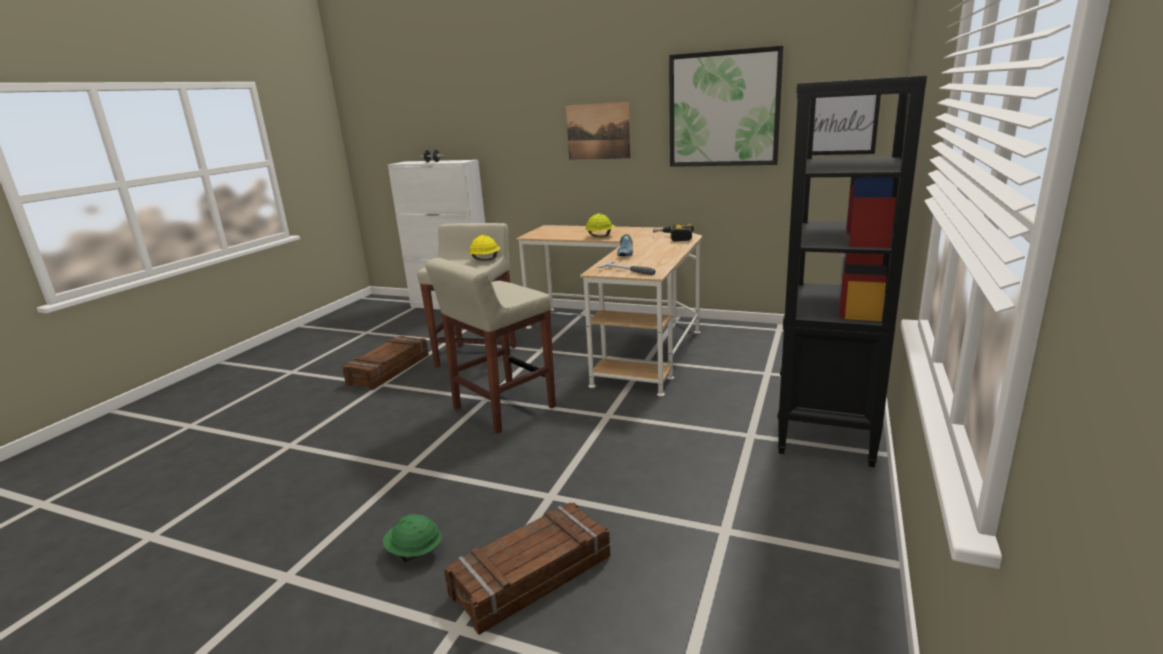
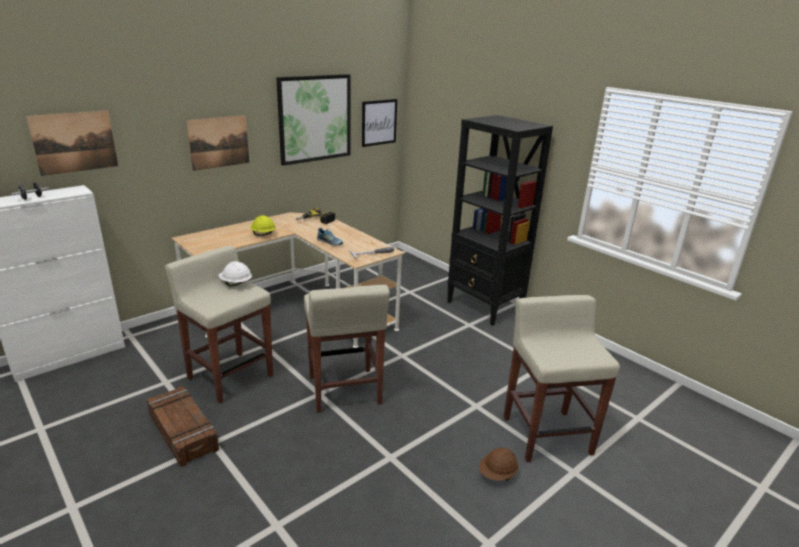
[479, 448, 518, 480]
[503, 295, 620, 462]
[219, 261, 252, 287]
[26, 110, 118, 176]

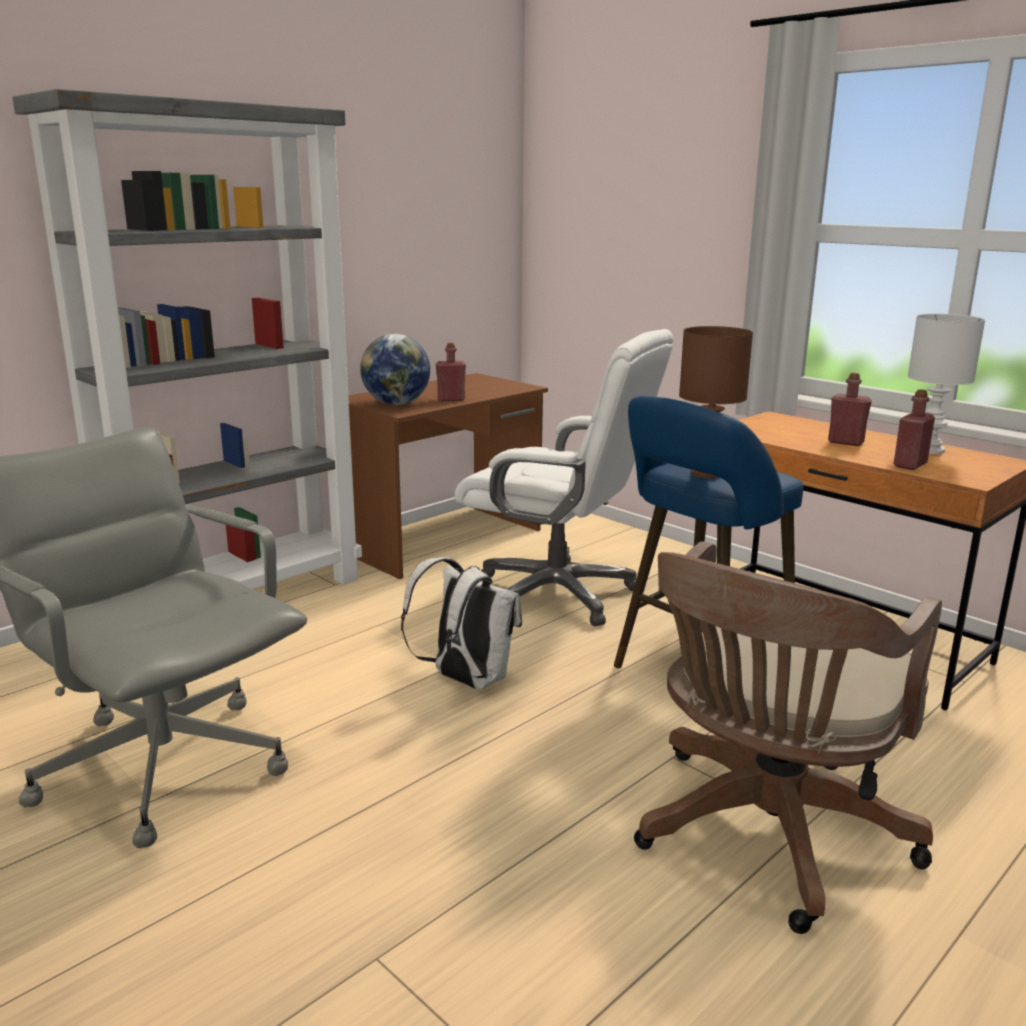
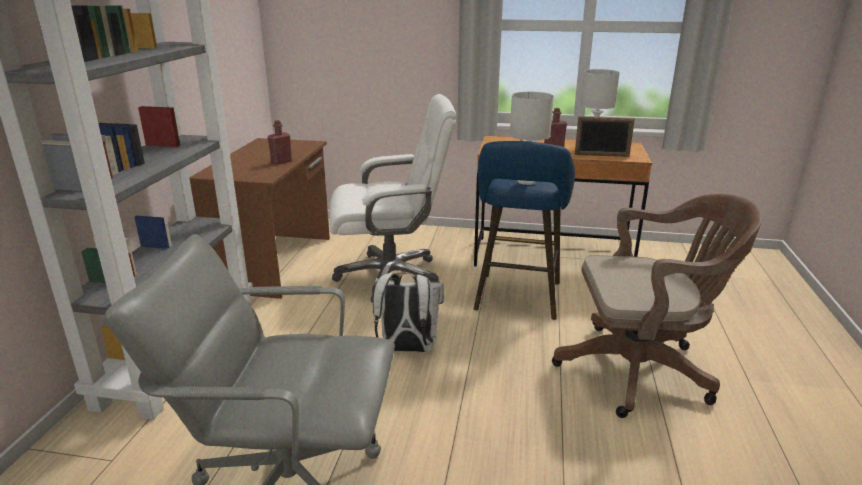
[360, 334, 430, 405] (first image)
[552, 194, 763, 418]
[510, 92, 554, 185]
[575, 117, 635, 157]

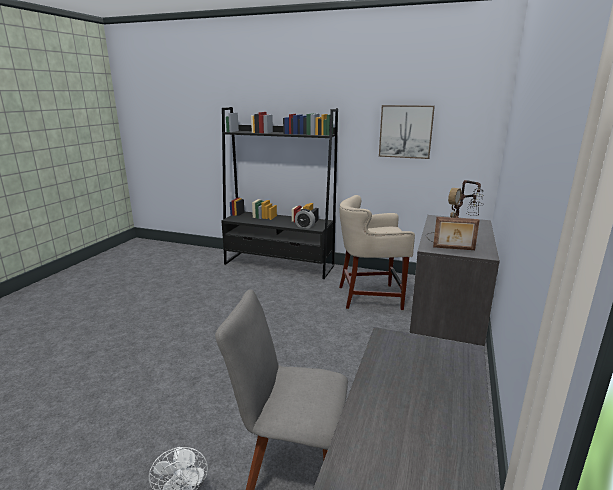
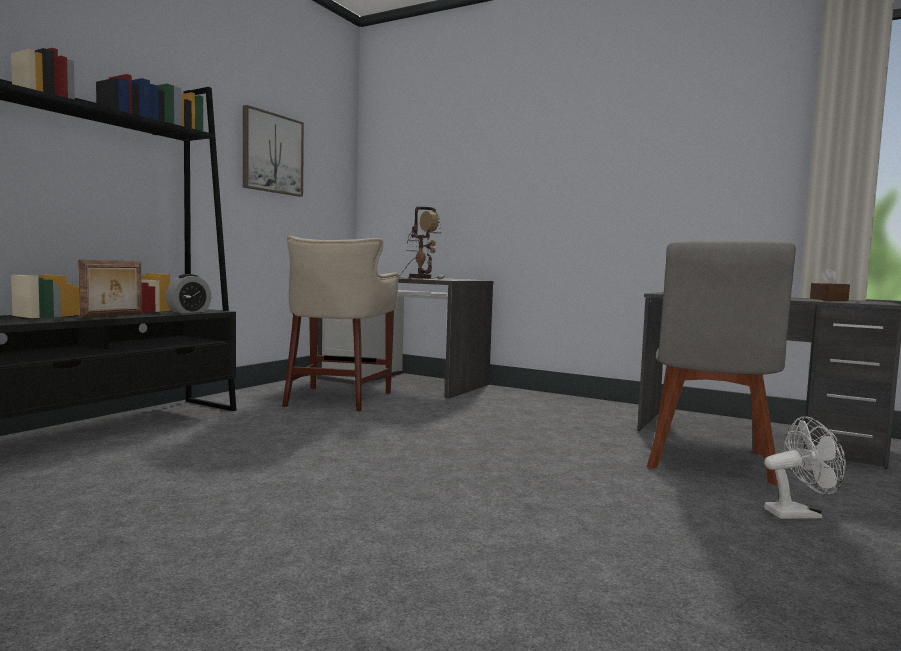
[78, 260, 142, 318]
[810, 268, 850, 301]

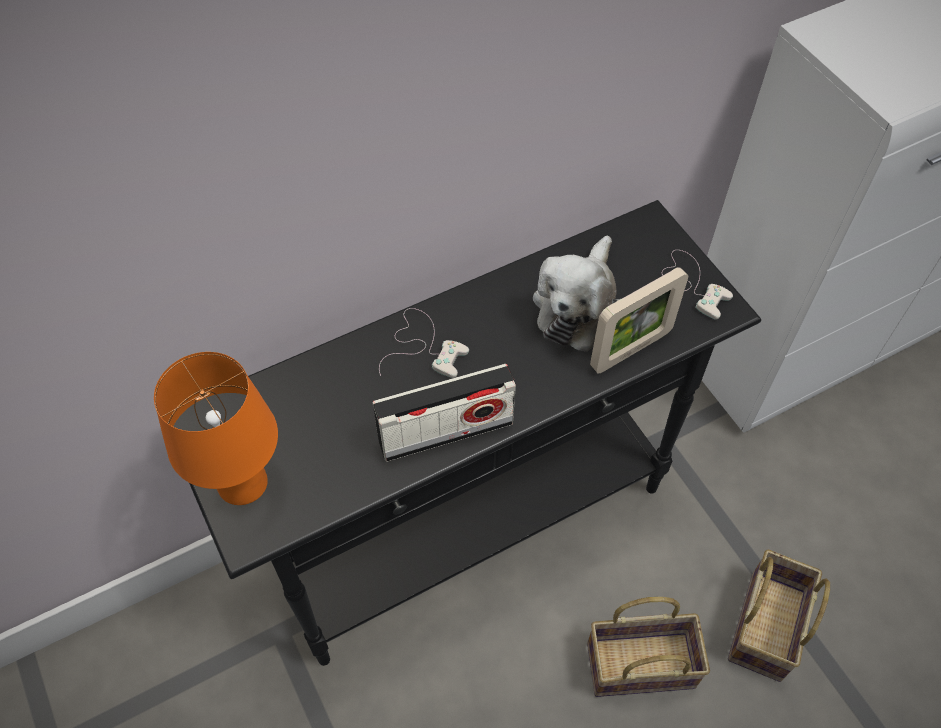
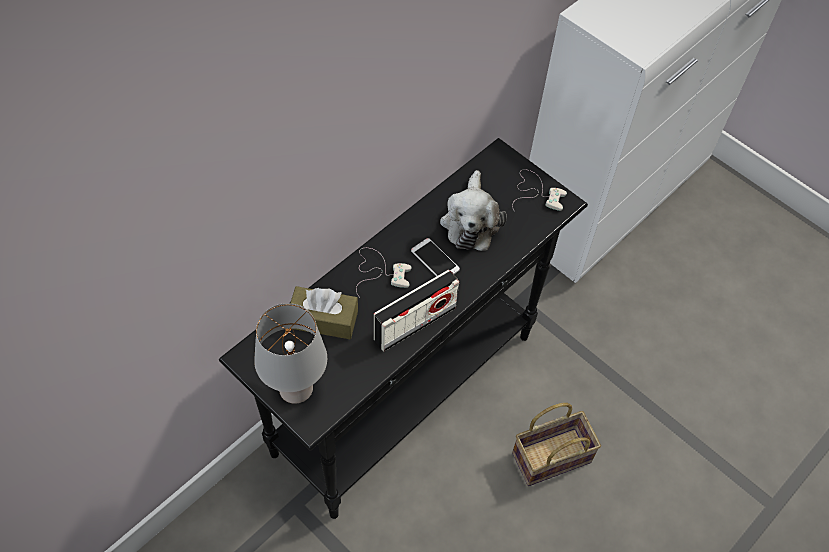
[254, 303, 327, 404]
[590, 267, 688, 374] (first image)
[728, 550, 830, 682] (first image)
[291, 286, 358, 339]
[411, 238, 460, 276]

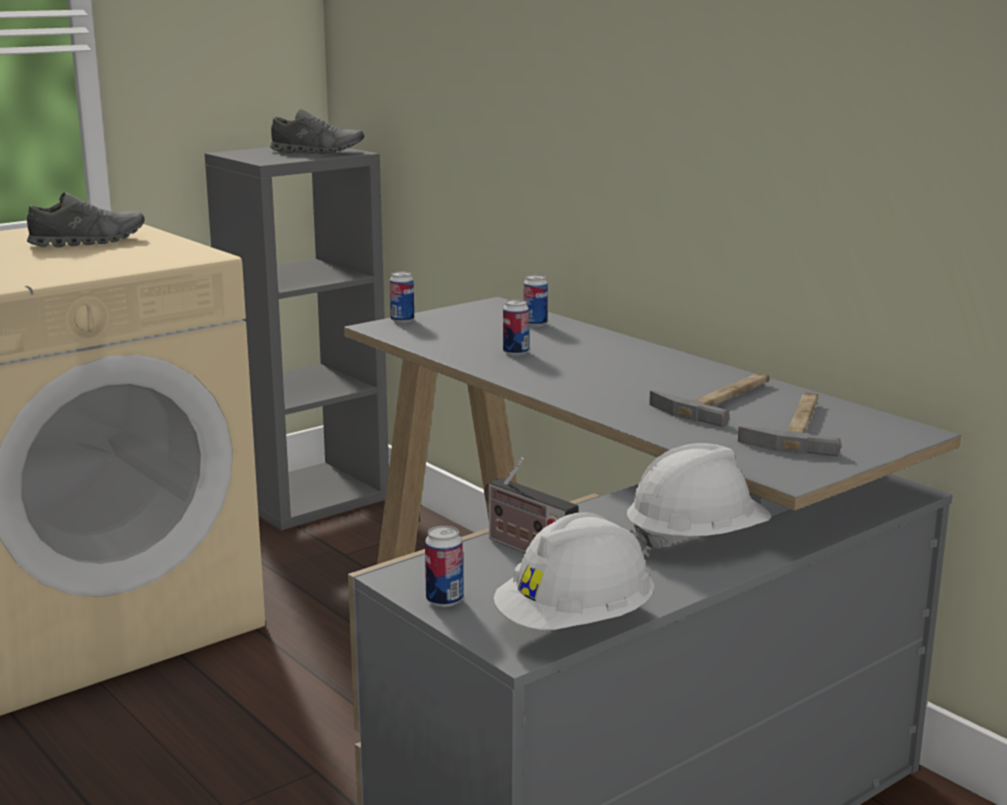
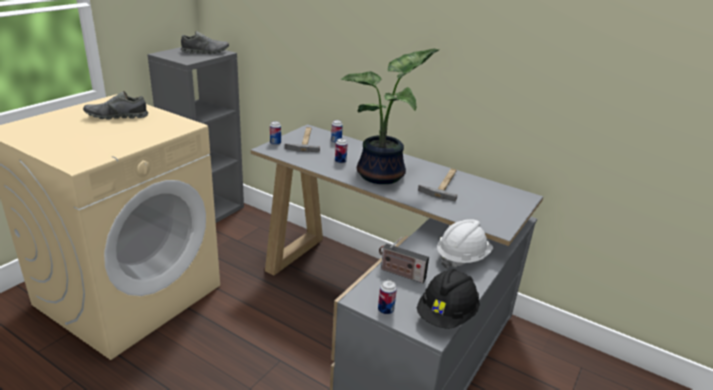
[83, 91, 148, 120]
[417, 269, 480, 329]
[285, 127, 320, 152]
[341, 49, 439, 184]

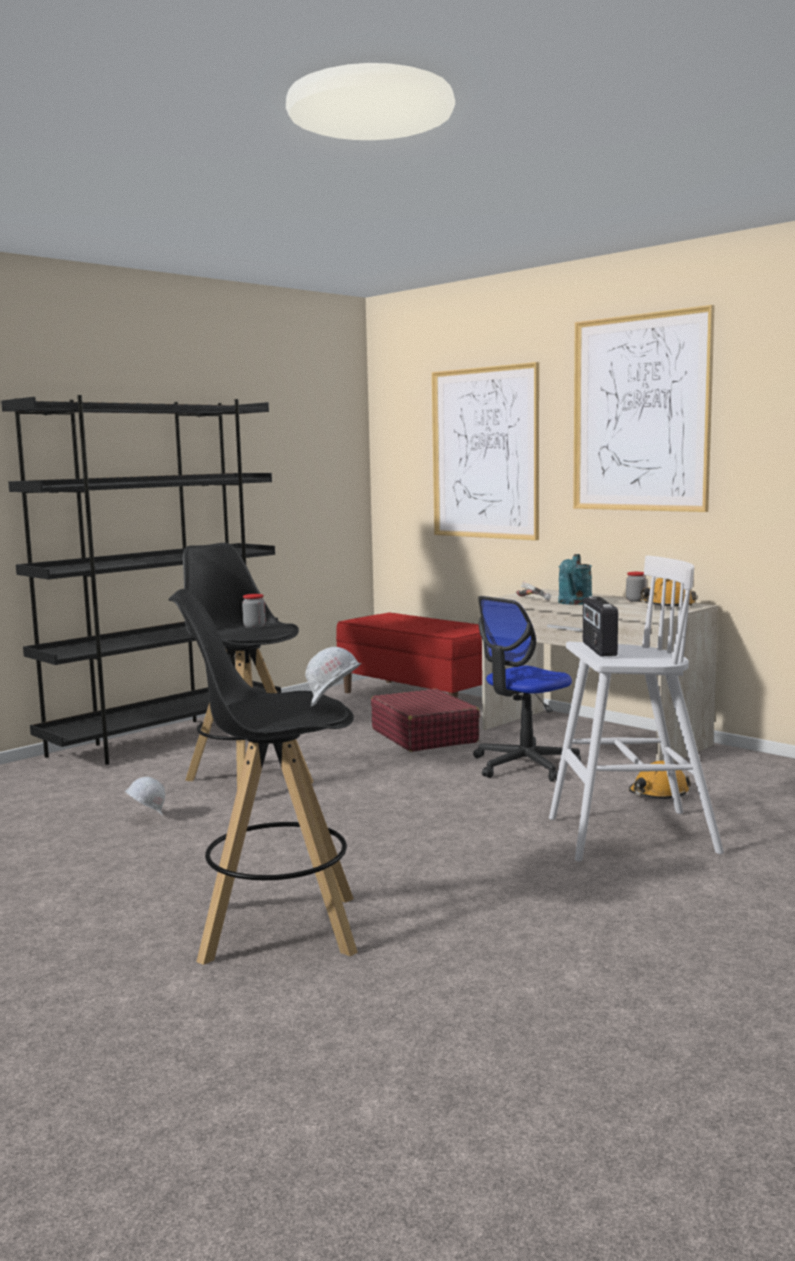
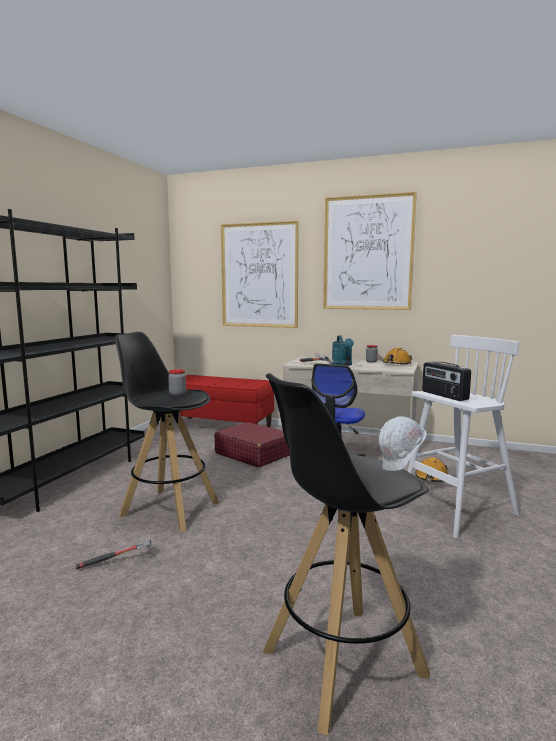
[75, 540, 152, 569]

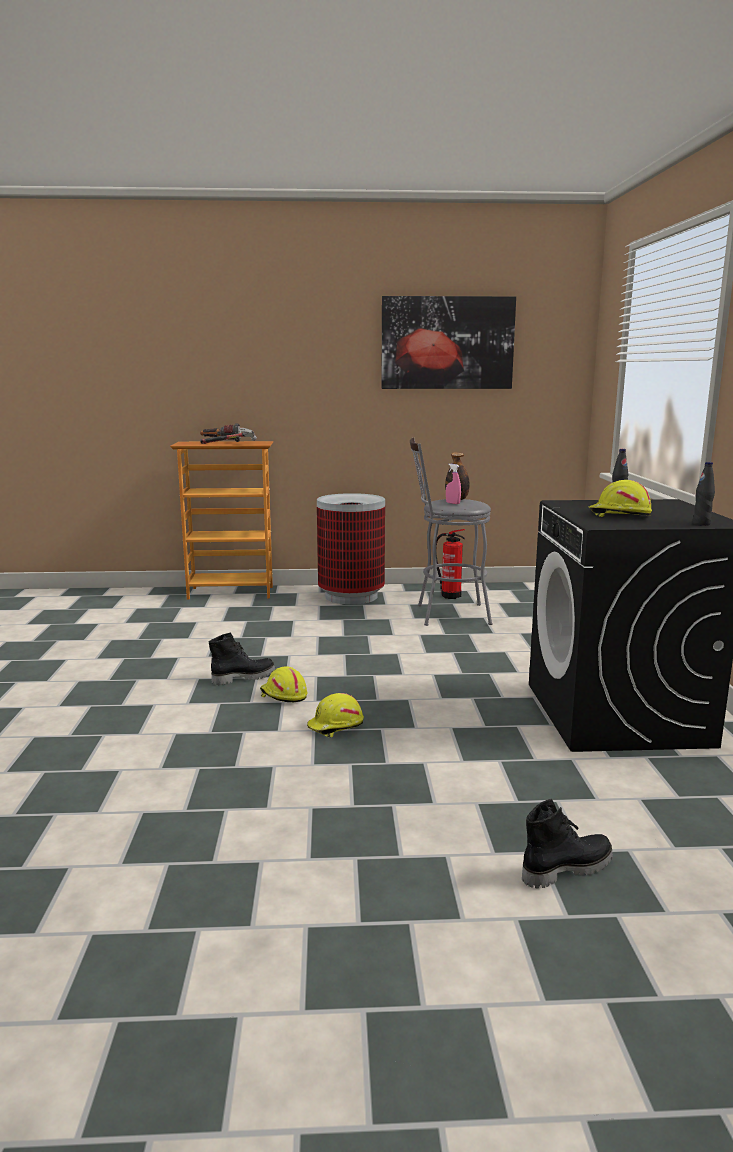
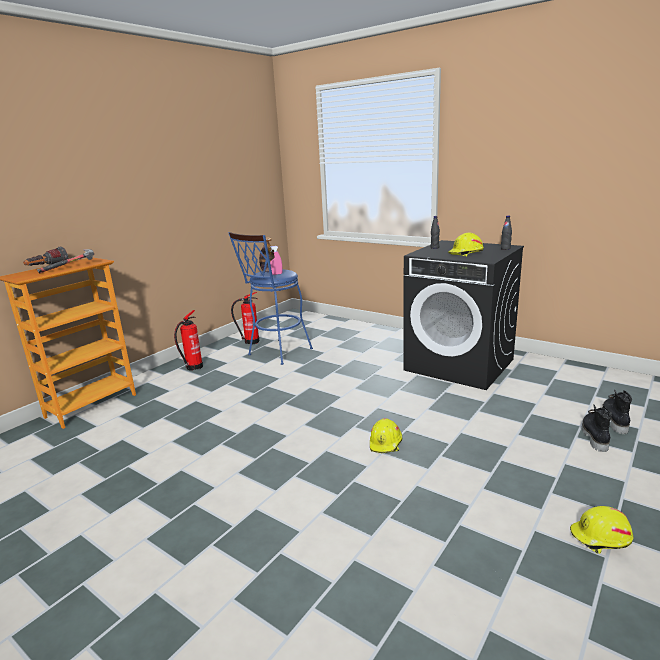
[602, 389, 632, 434]
[570, 506, 633, 554]
[174, 310, 203, 371]
[381, 296, 516, 389] (first image)
[228, 232, 313, 365]

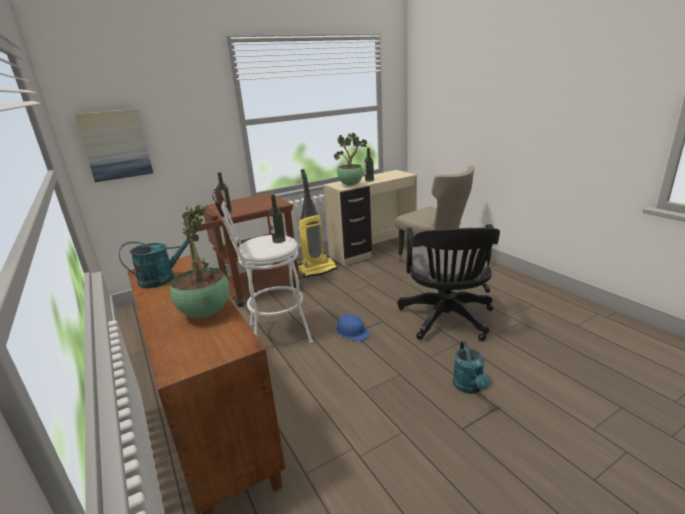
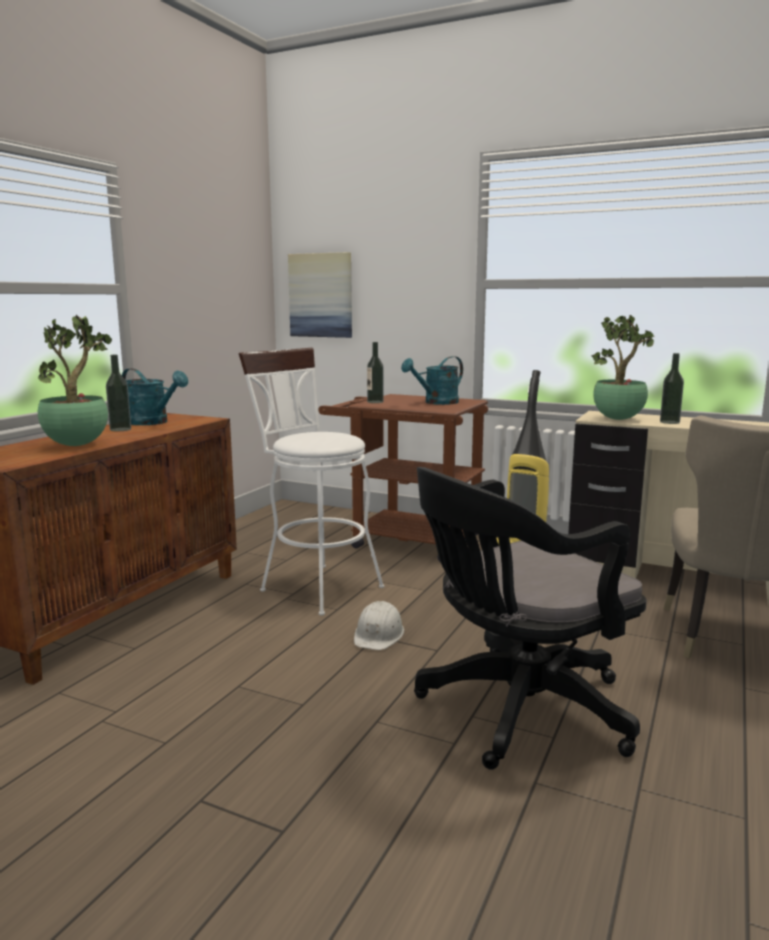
[106, 355, 131, 431]
[354, 601, 404, 650]
[401, 356, 463, 405]

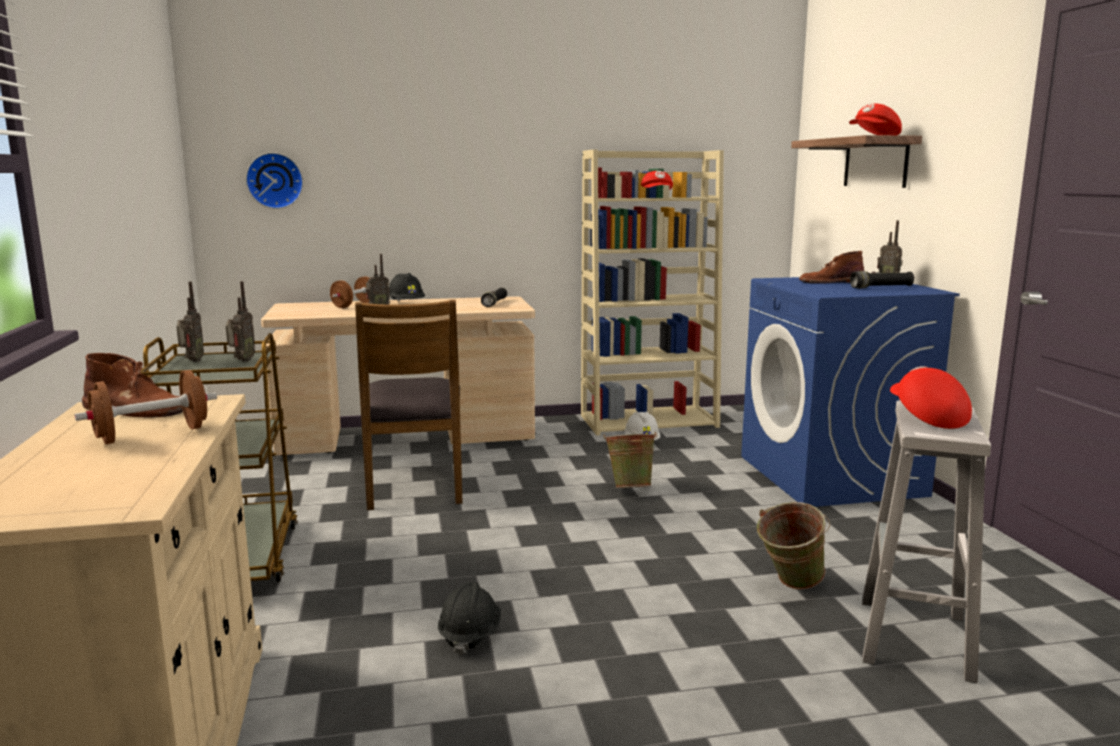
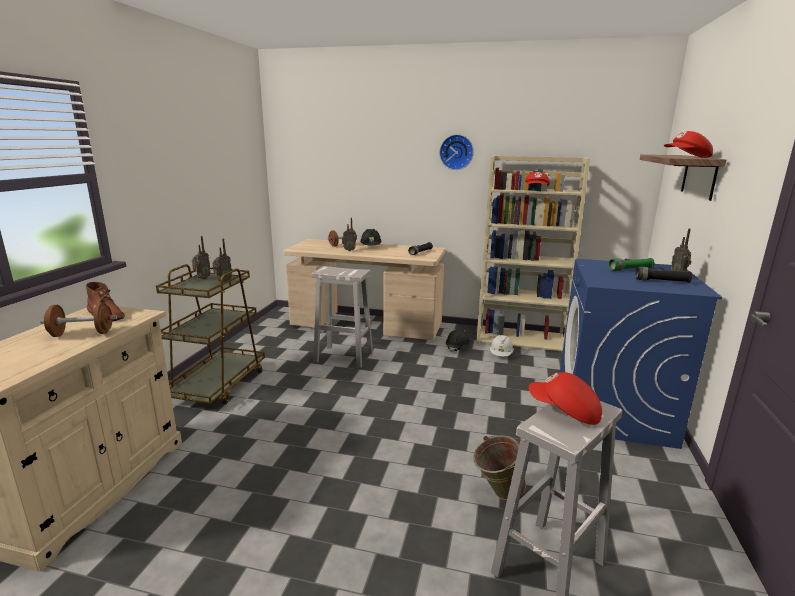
[439, 134, 474, 170]
[312, 266, 373, 369]
[446, 328, 471, 353]
[604, 432, 658, 488] (first image)
[608, 258, 654, 271]
[529, 372, 602, 425]

